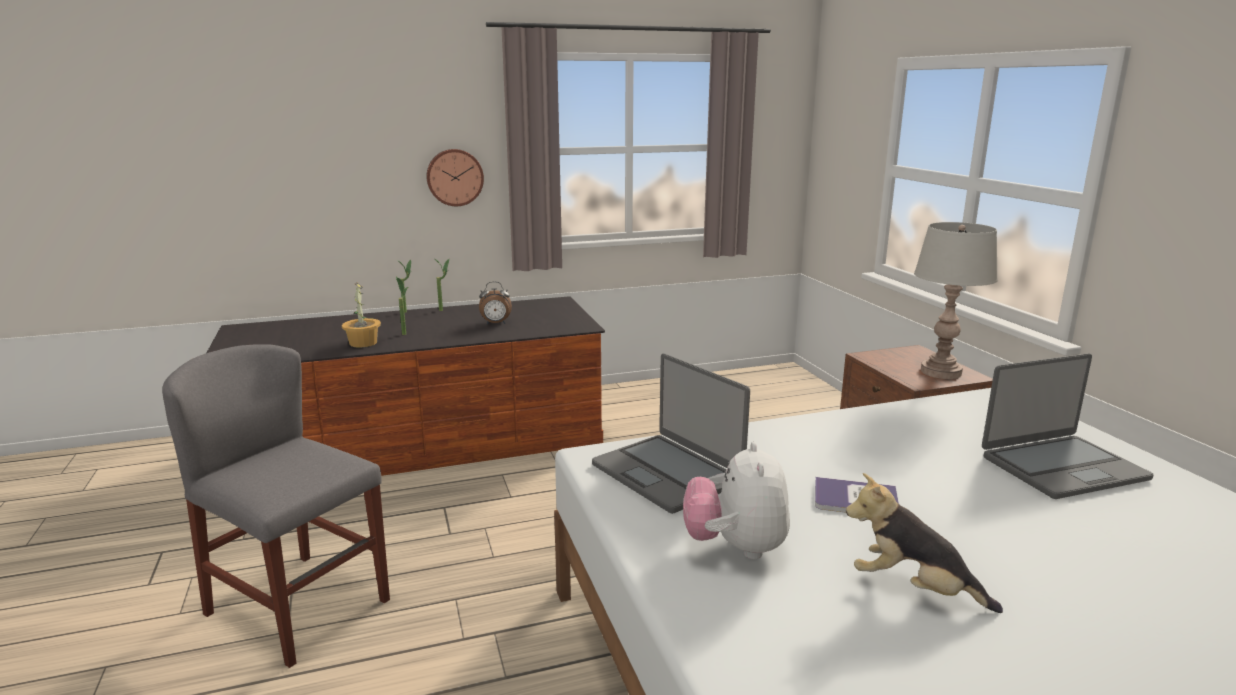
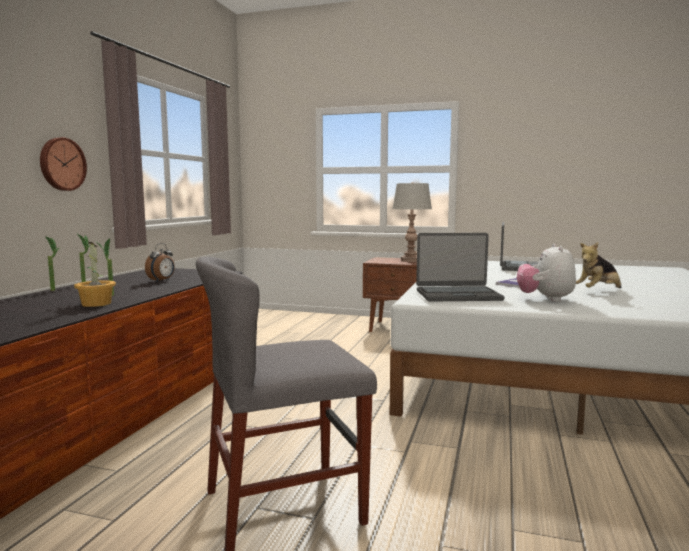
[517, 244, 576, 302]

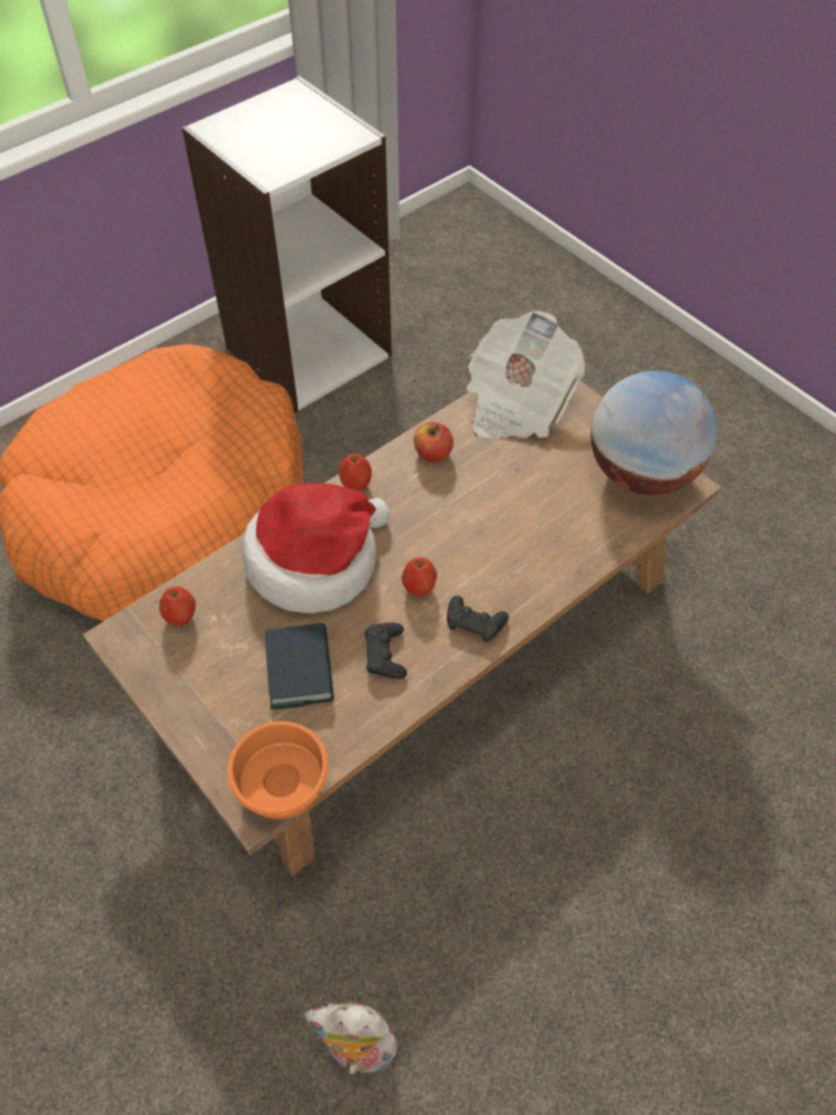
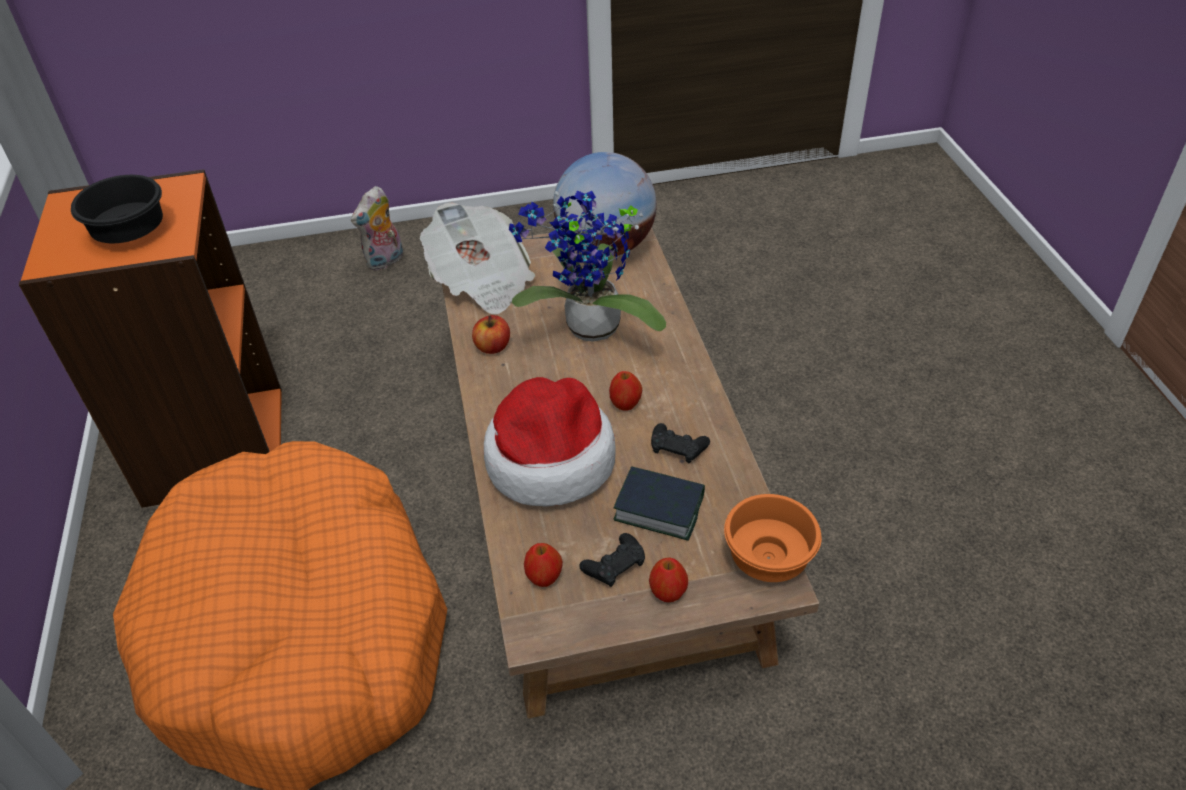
[19, 169, 282, 508]
[351, 186, 403, 271]
[649, 558, 688, 602]
[580, 533, 645, 587]
[71, 175, 163, 243]
[509, 190, 666, 342]

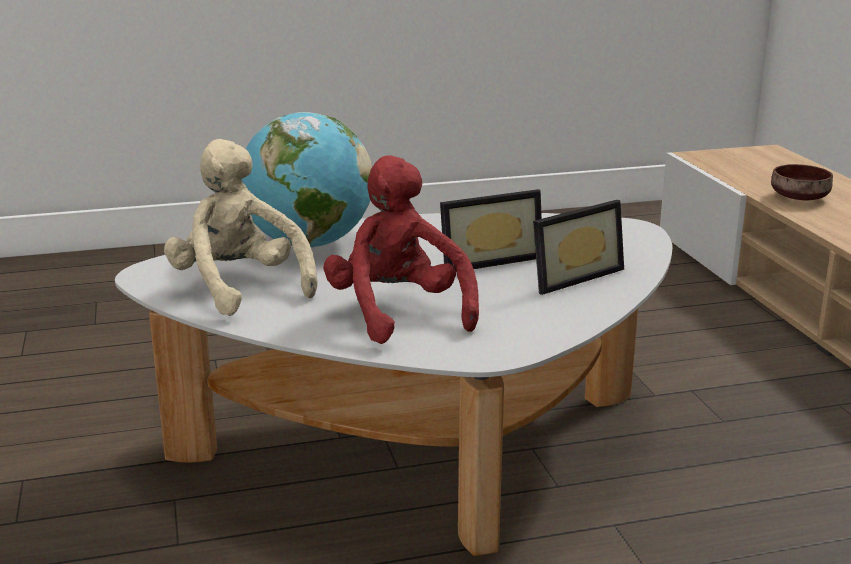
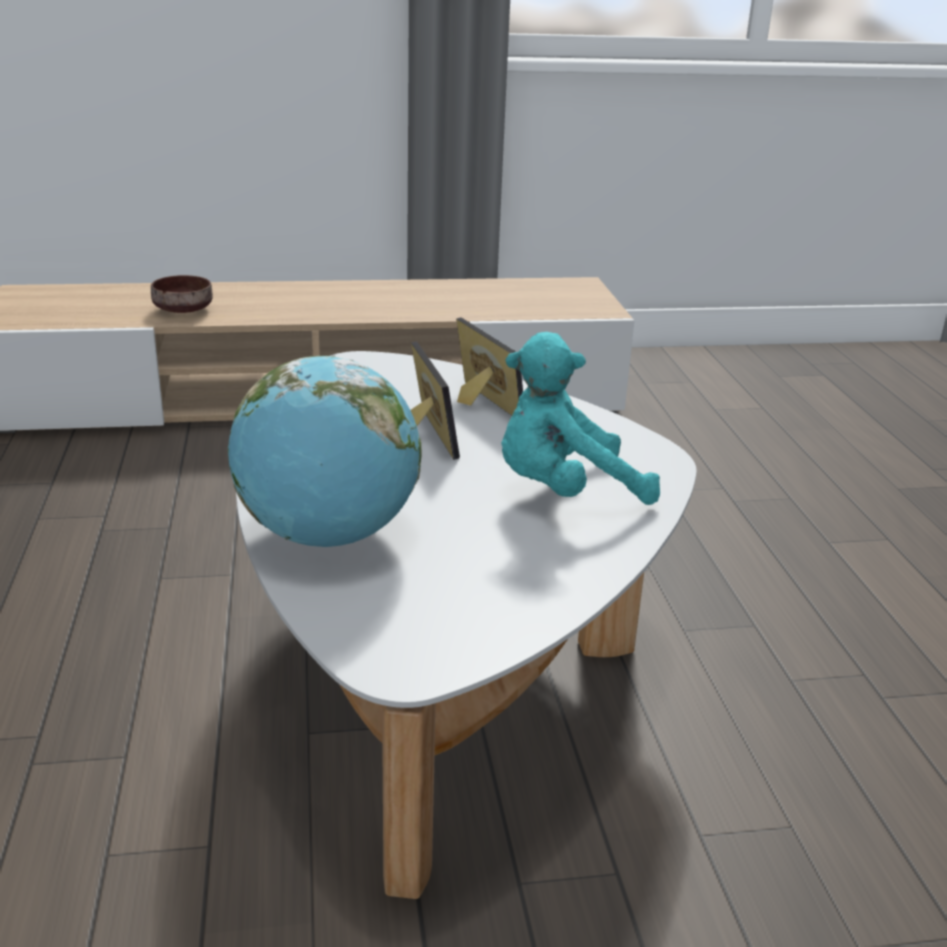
[164, 139, 318, 316] (first image)
[501, 332, 660, 505]

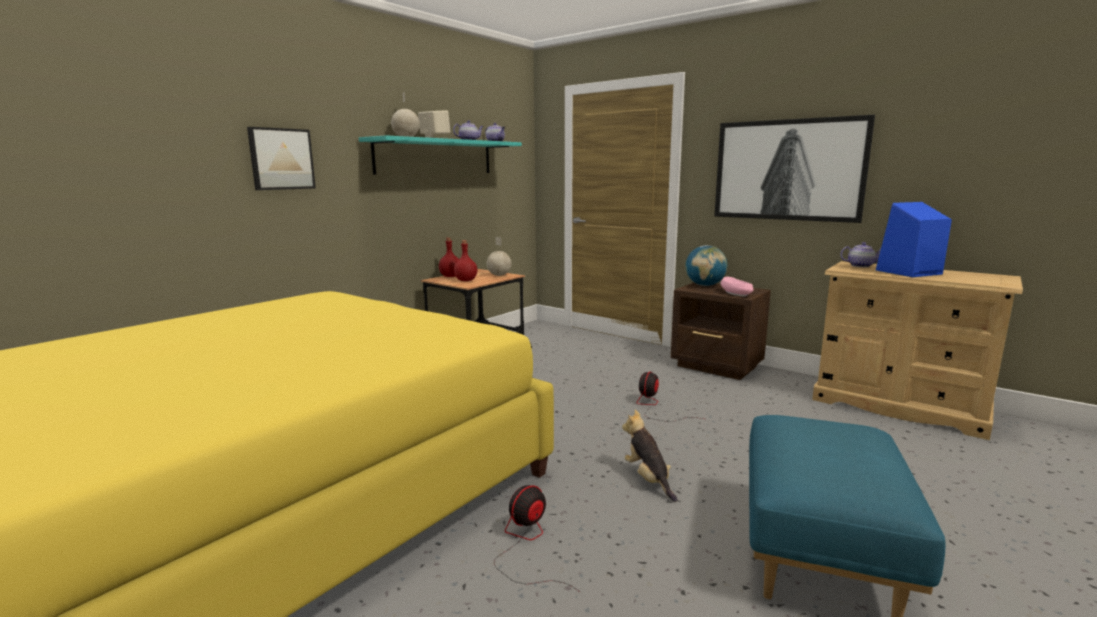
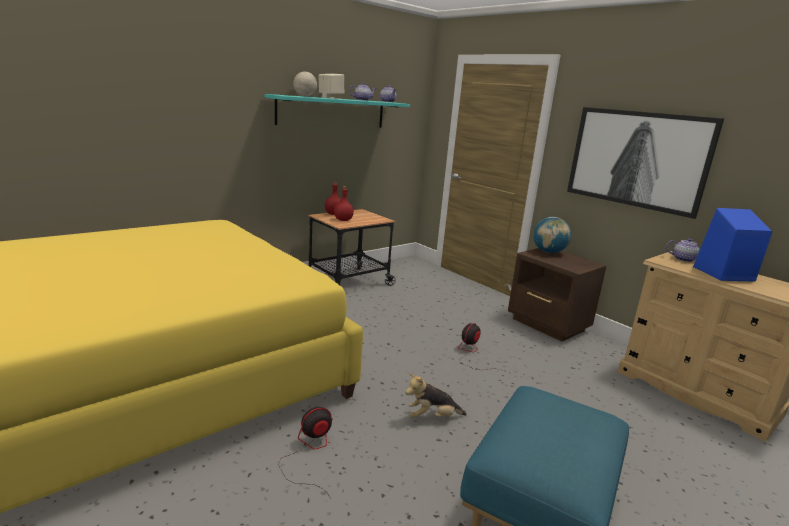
[247, 127, 316, 190] (first image)
[487, 237, 512, 276] (first image)
[405, 373, 466, 418]
[721, 277, 753, 297] (first image)

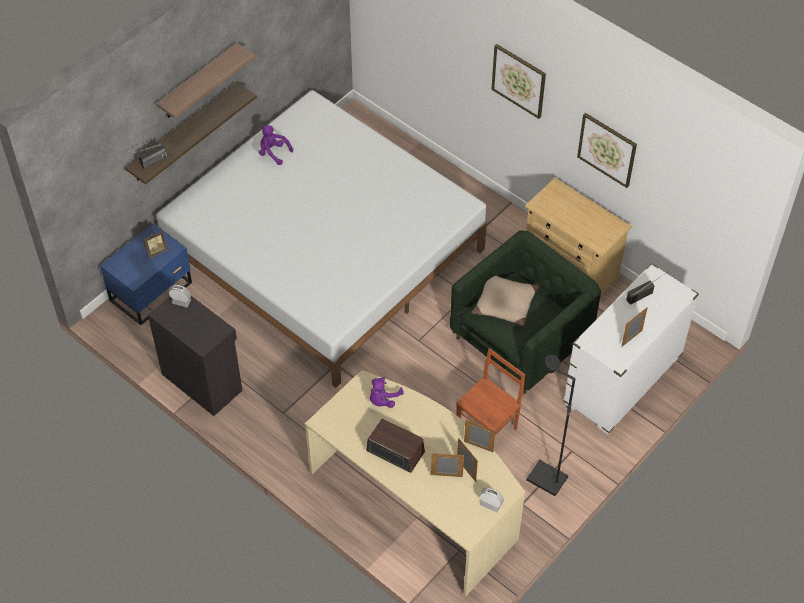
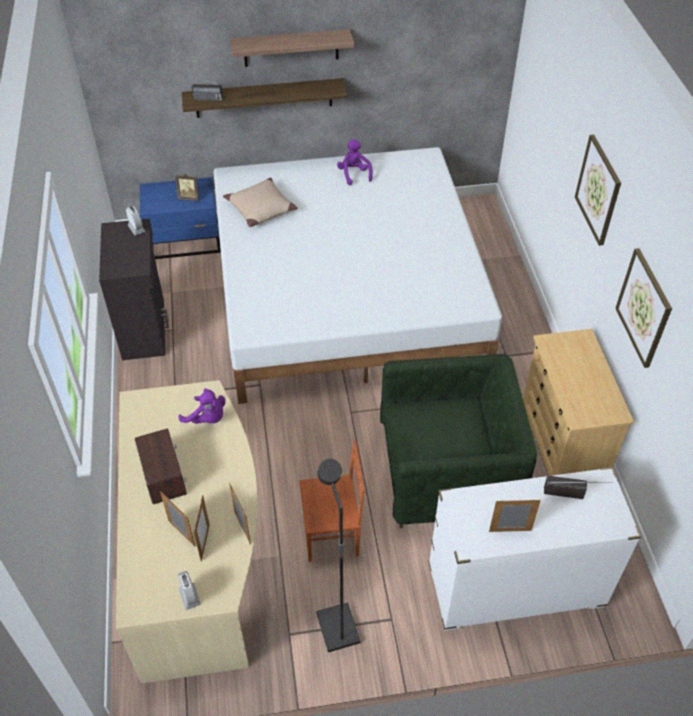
[178, 388, 226, 424]
[223, 178, 298, 227]

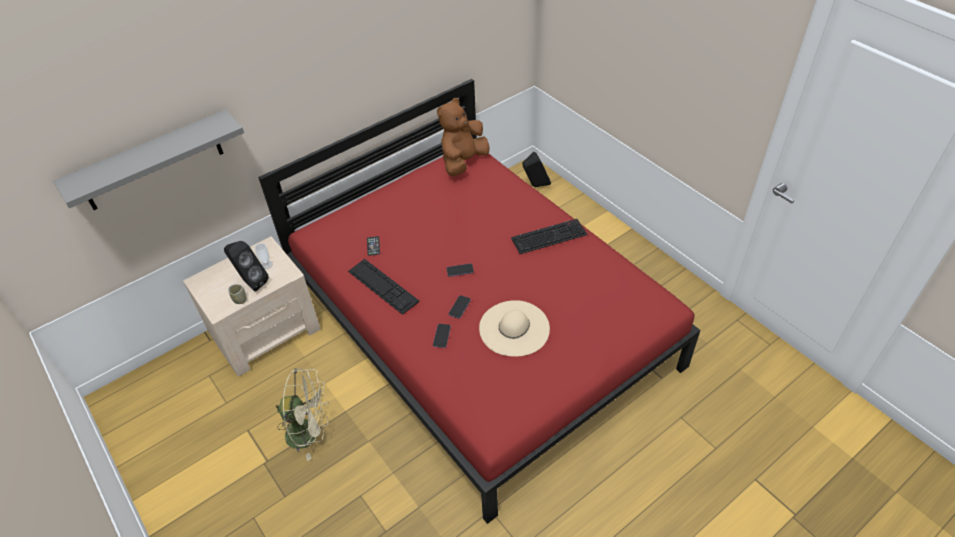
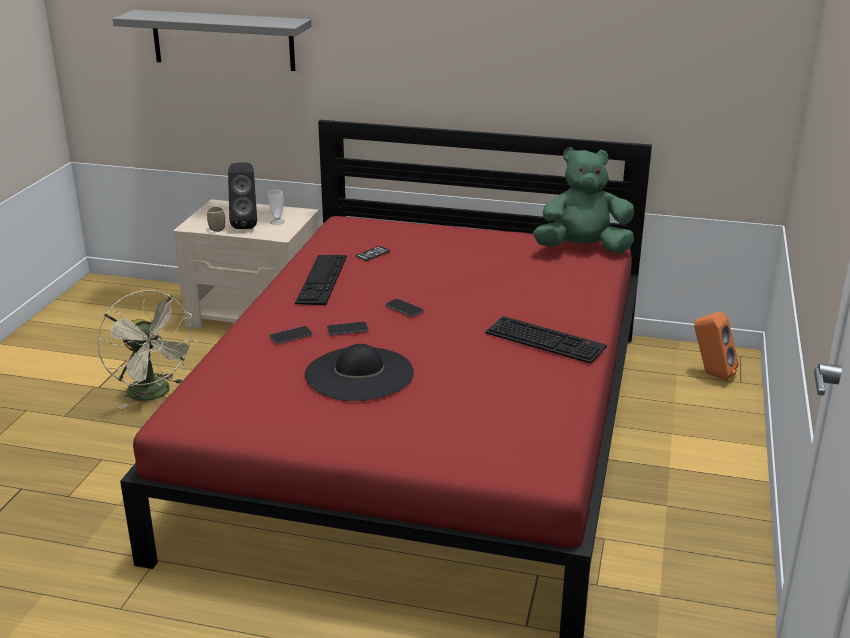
[533, 147, 634, 253]
[305, 344, 414, 401]
[694, 311, 739, 381]

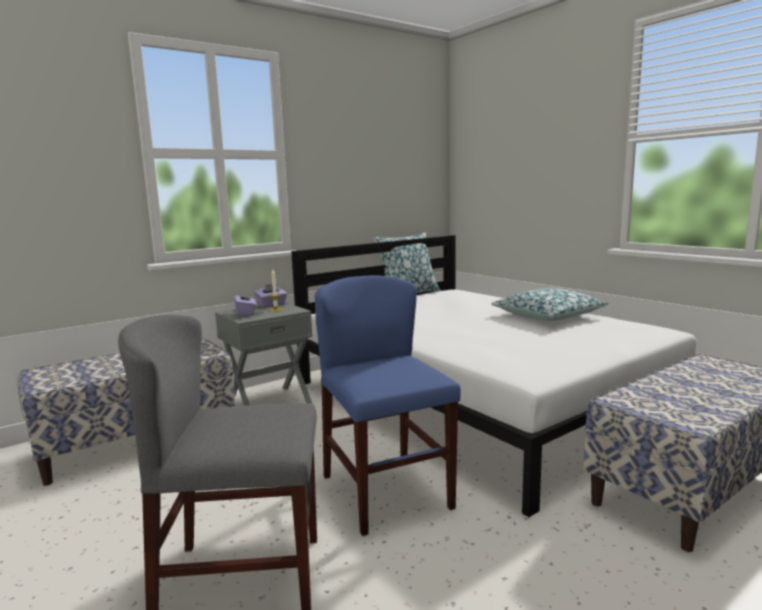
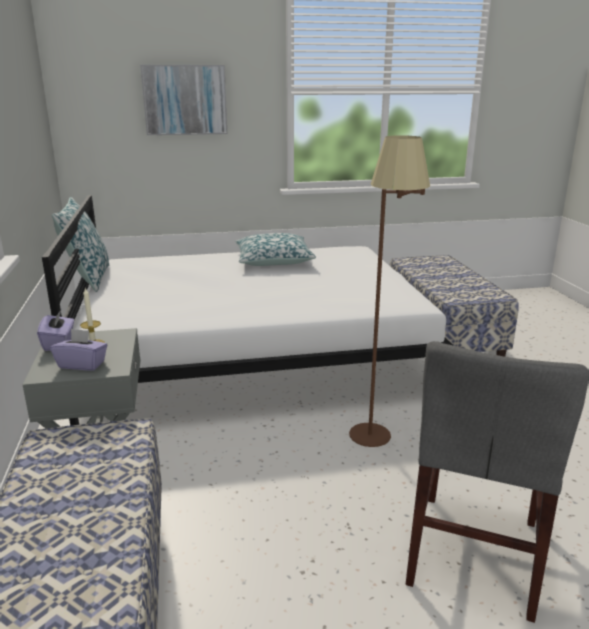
[349, 135, 430, 447]
[140, 65, 227, 135]

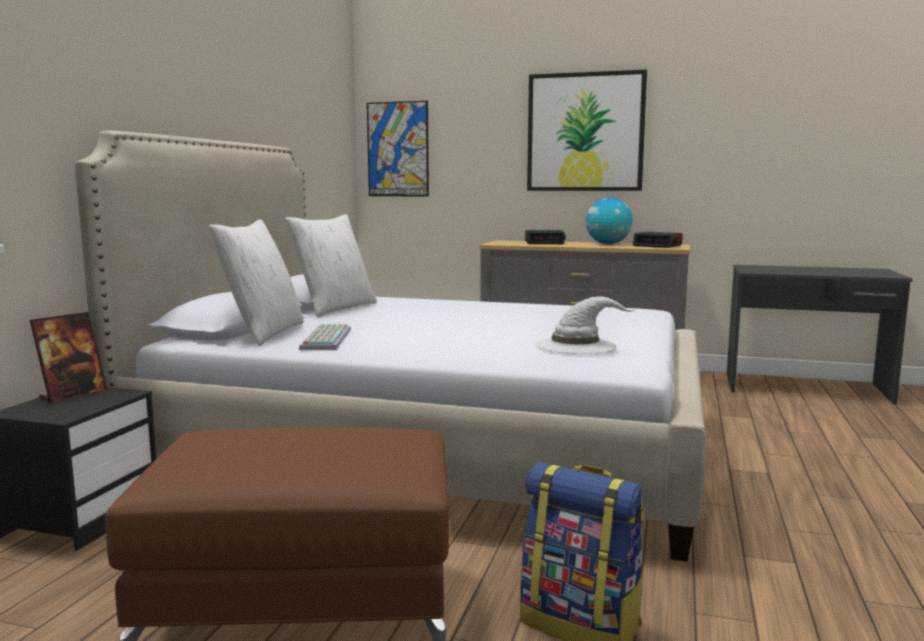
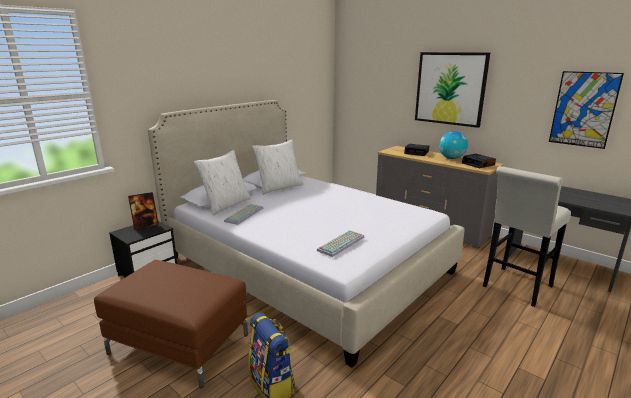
[549, 71, 624, 149]
[317, 230, 364, 257]
[483, 166, 571, 307]

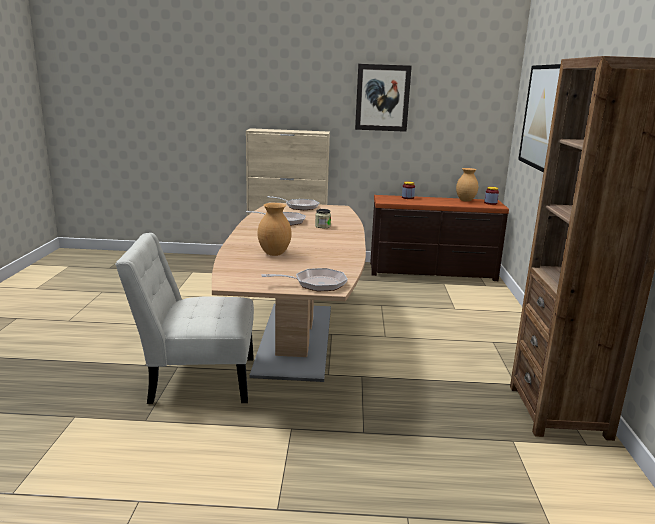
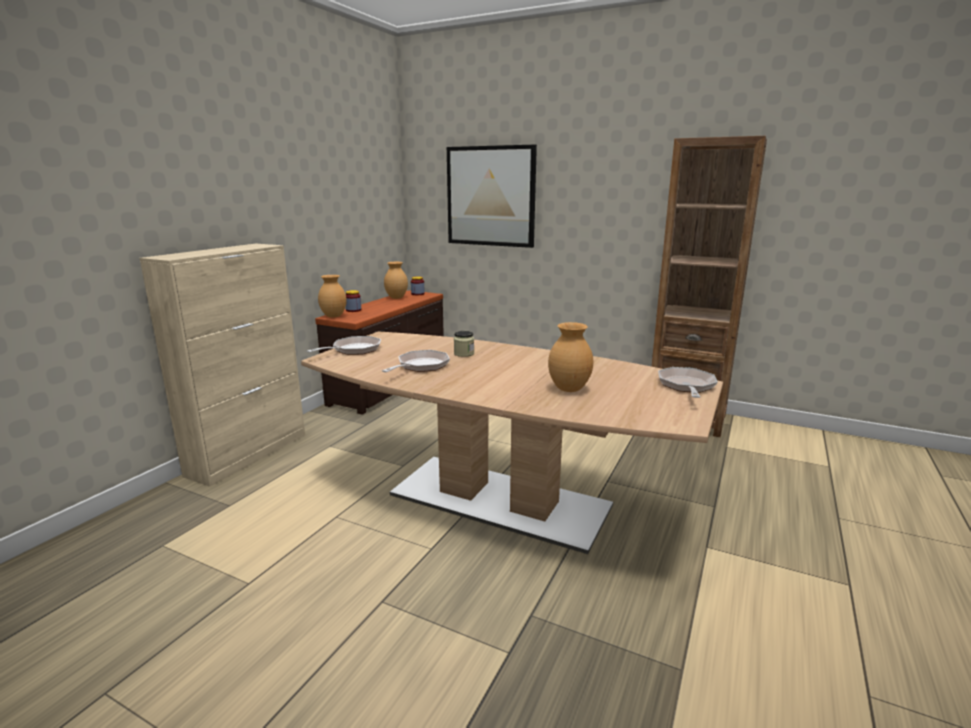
[115, 233, 254, 404] (first image)
[355, 64, 412, 132] (first image)
[318, 275, 347, 318]

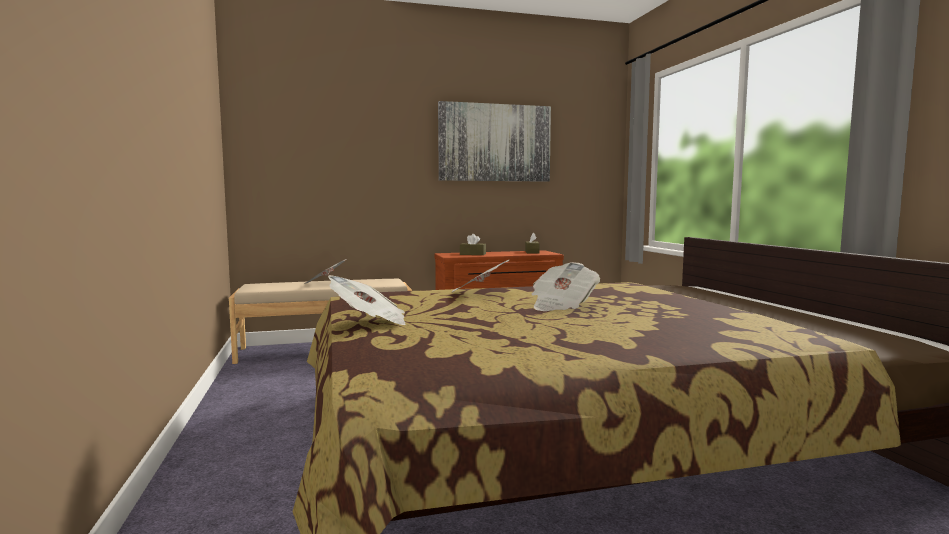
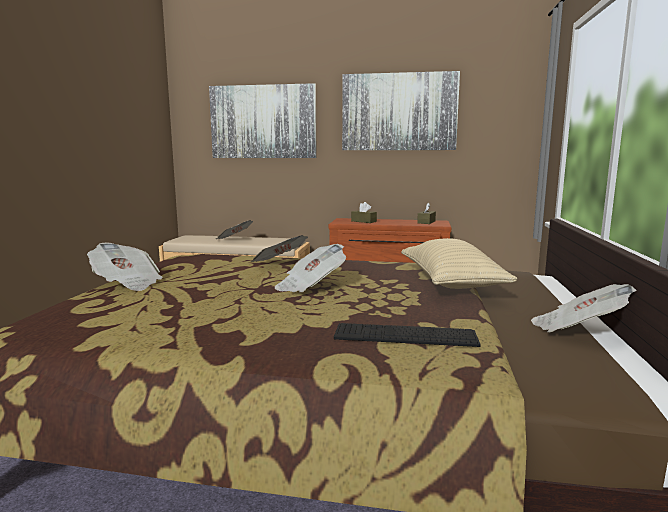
[209, 83, 316, 158]
[334, 323, 481, 347]
[401, 238, 517, 289]
[531, 284, 637, 332]

